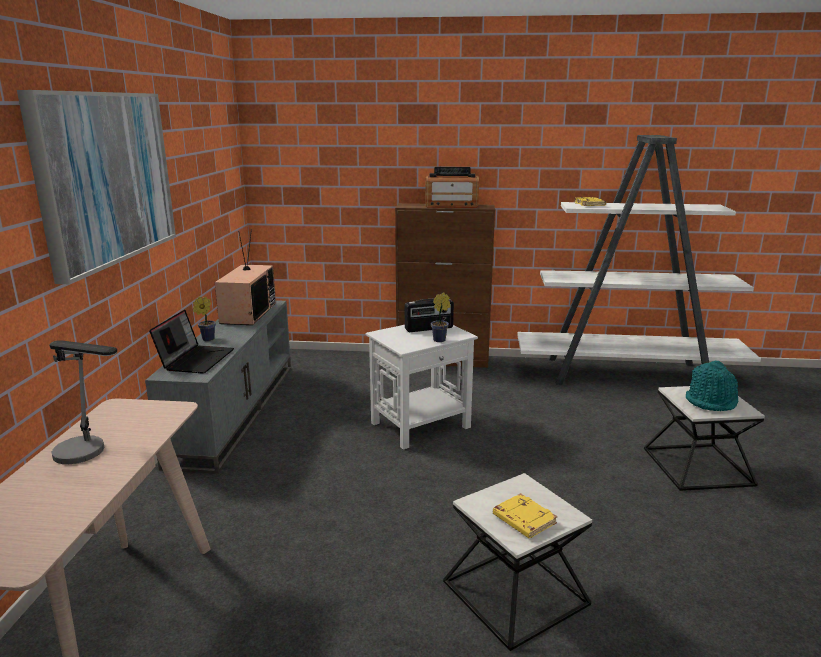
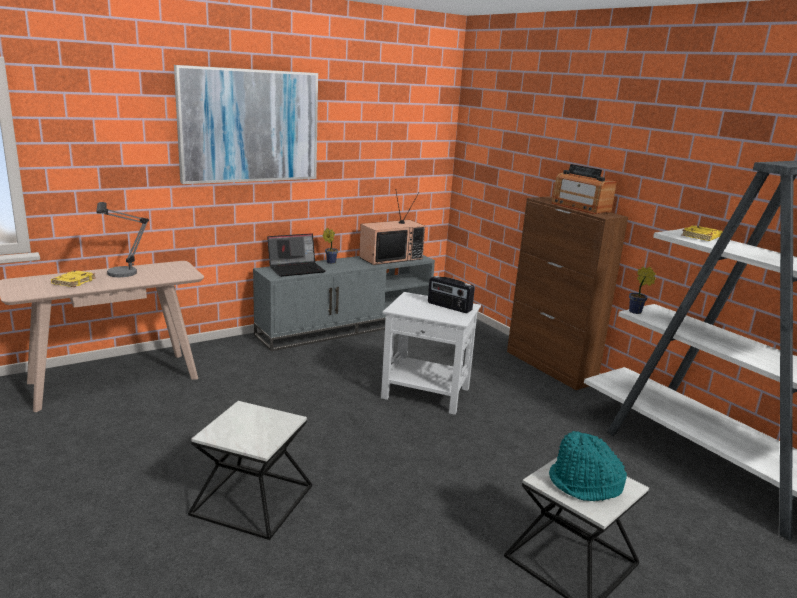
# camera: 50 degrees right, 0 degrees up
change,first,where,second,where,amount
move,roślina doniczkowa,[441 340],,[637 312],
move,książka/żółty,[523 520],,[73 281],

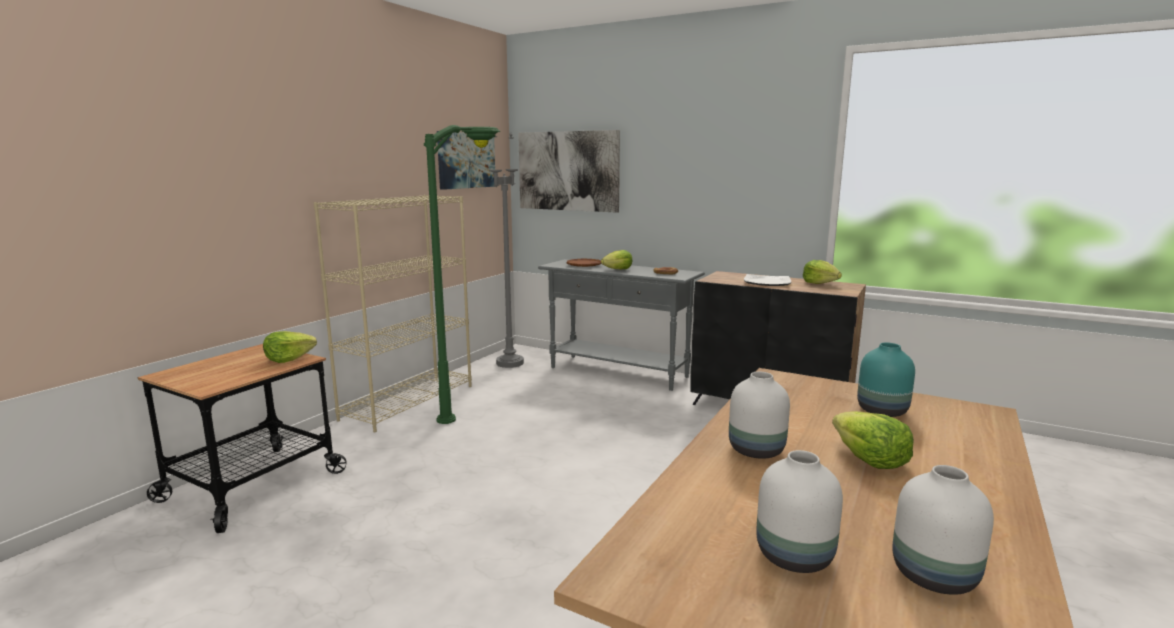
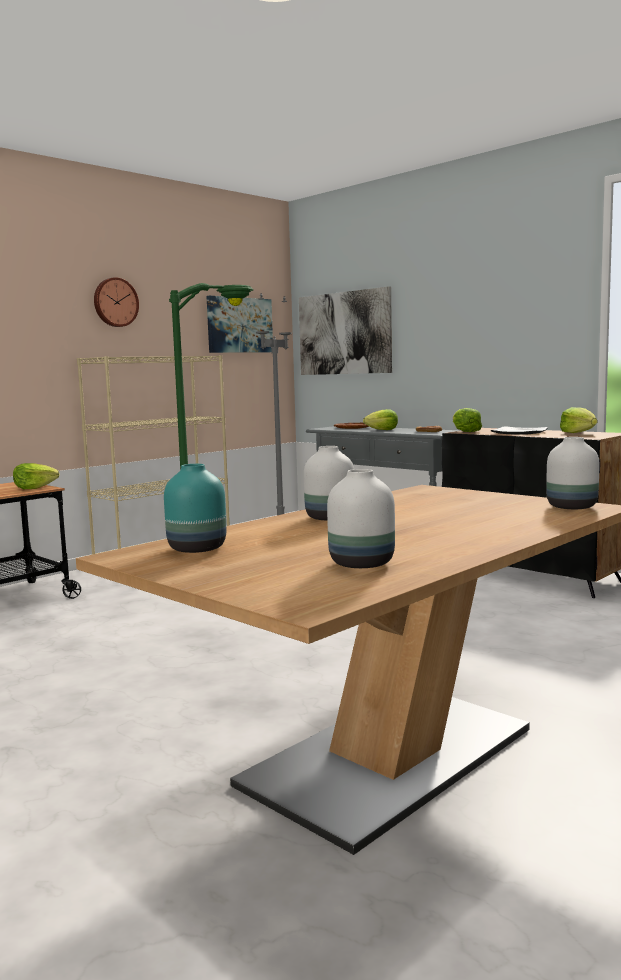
# camera: 15 degrees right, 5 degrees down
change,first,where,second,where,amount
insert,,,zegar ścienny,[115 302],
move,wazon/biały,[792 555],,[570 507],
move,sałata,[869 459],,[465 431],
move,wazon/turkusowy,[883 411],,[197 549],

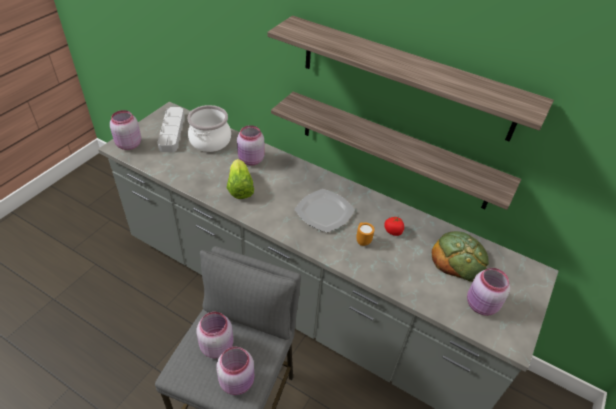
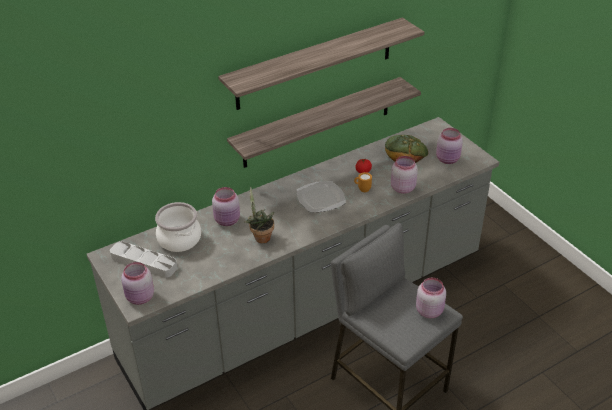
# camera: 60 degrees left, 5 degrees down
change,first,where,second,where,amount
move,słoik/różowy,[217 345],,[402 188],
replace,sałata,[240 188],roślina doniczkowa,[260 237],

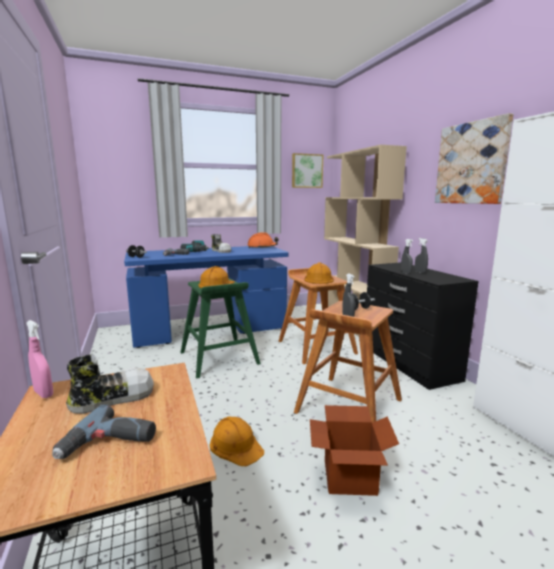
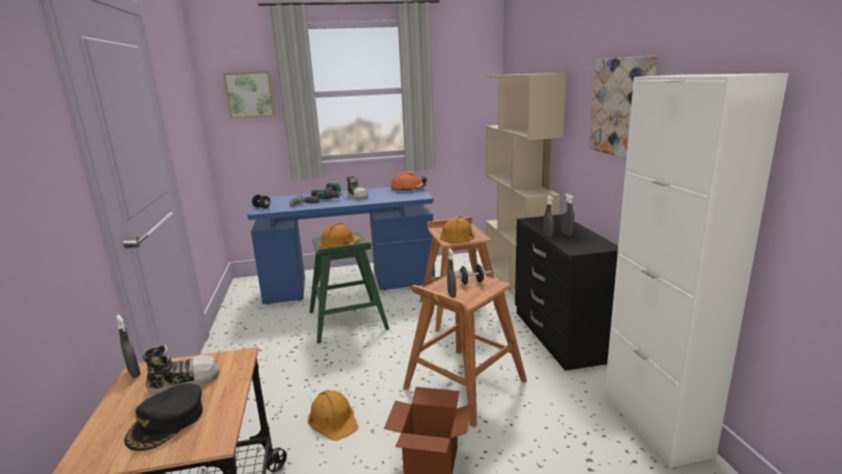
# camera: 10 degrees right, 5 degrees up
change,first,where,second,where,amount
move,obraz,[306 171],,[250 94],
replace,wiertarka,[108 444],czapka z daszkiem/czarny,[167 422],
recolor,spryskiwacz/różowy,[43 394],spryskiwacz/szary,[134 373],

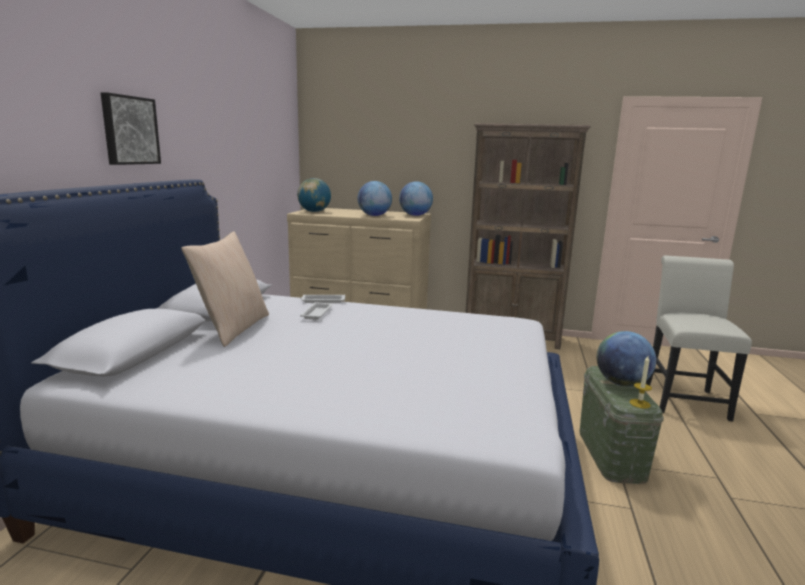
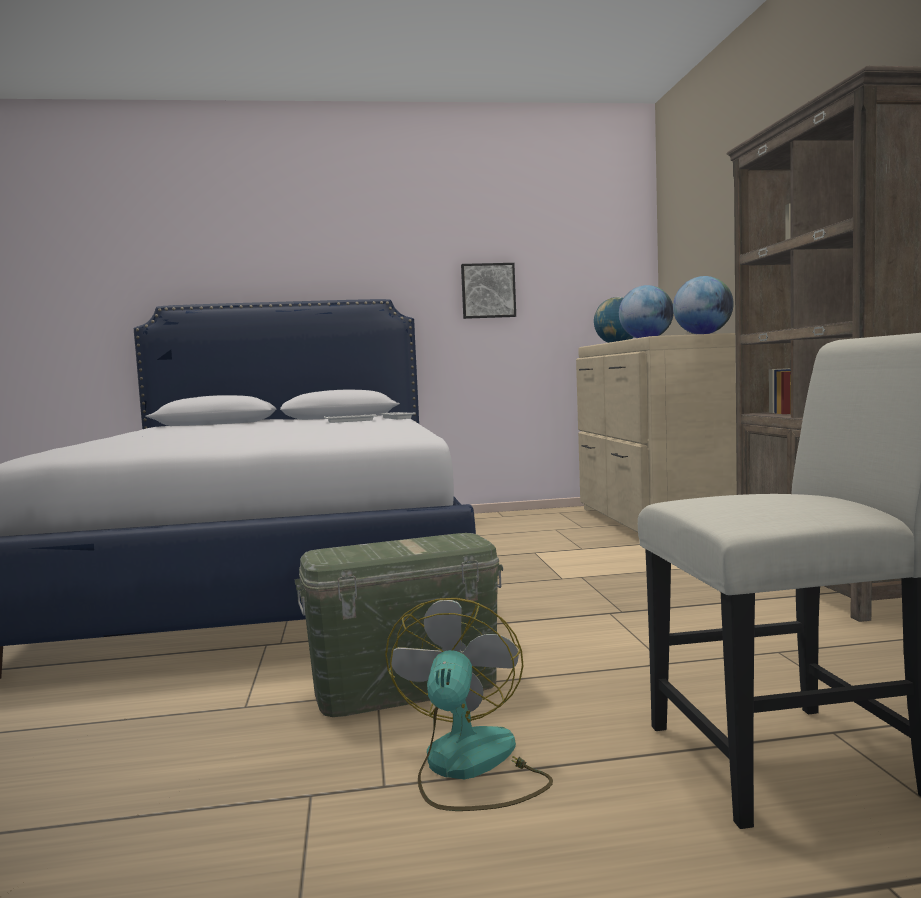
# camera: 70 degrees right, 10 degrees down
change,first,where,second,where,amount
delete,poduszka/beżowy,[233 328],,,
delete,globus,[621 383],,,
delete,świeca,[639 403],,,
insert,,,wentylator,[469 768],
move,obraz,[129 130],,[488 291],

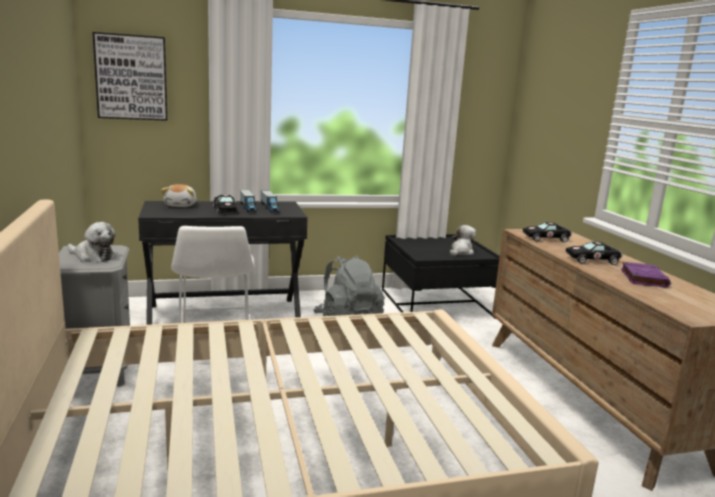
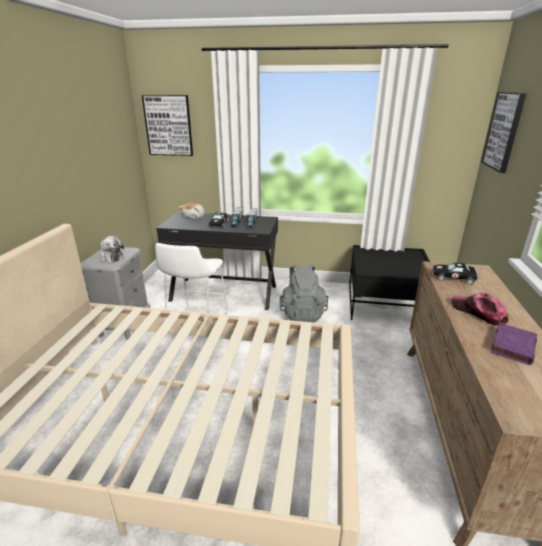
# camera: 25 degrees right, 10 degrees up
change,first,where,second,where,amount
delete,pluszak,[460 252],,,
insert,,,obraz,[503 131],
replace,samochodzik/czarny,[593 260],czapka z daszkiem,[478 313],

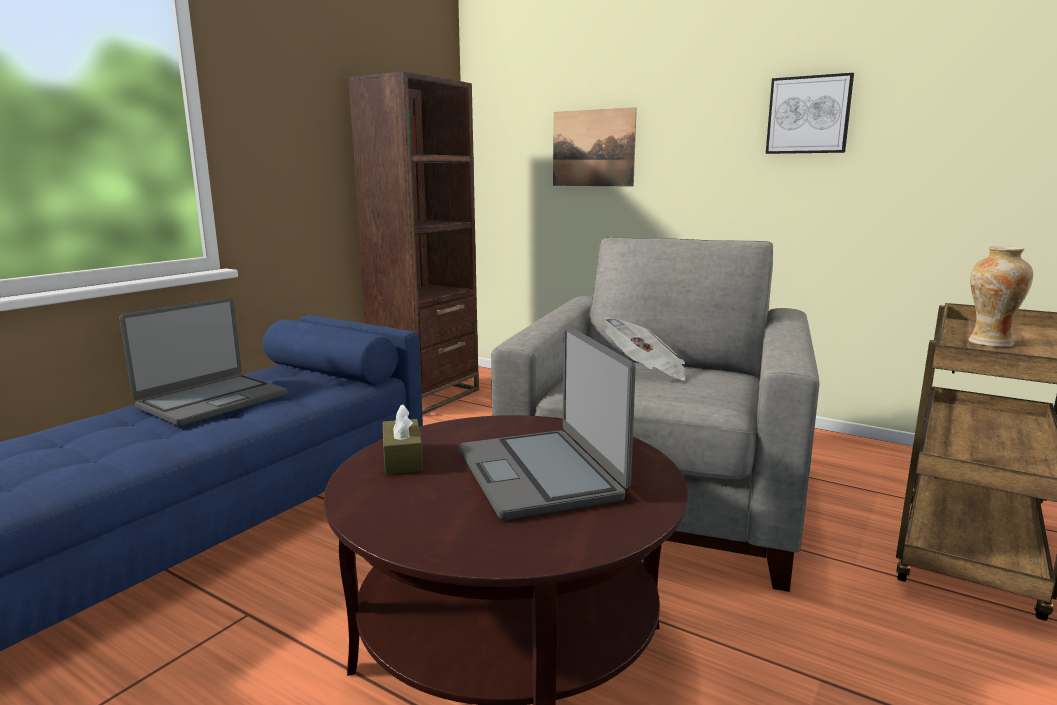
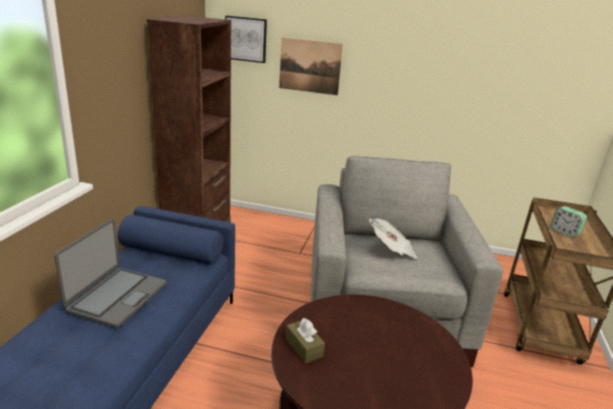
# camera: 20 degrees left, 10 degrees up
change,first,where,second,where,amount
delete,laptop,[540 474],,,
move,obraz,[808 115],,[246 39],
replace,wazon,[989 343],budzik,[565 232],

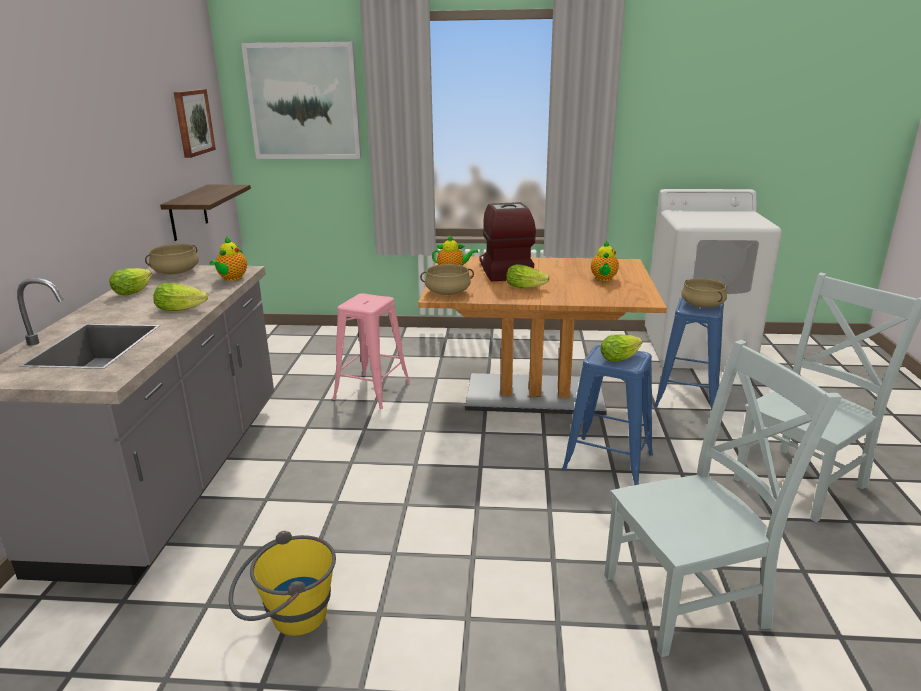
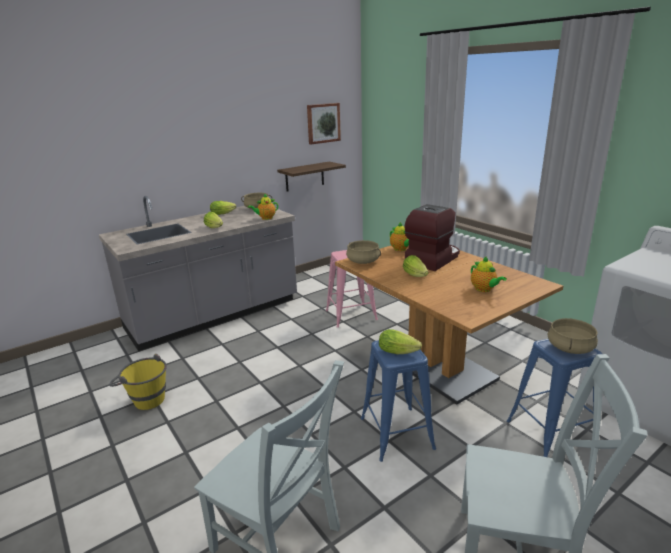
# camera: 50 degrees right, 0 degrees up
change,first,where,second,where,amount
delete,obraz,[303 102],,,
rotate,imbryk,[603 279],,[484 289],90 degrees counterclockwise

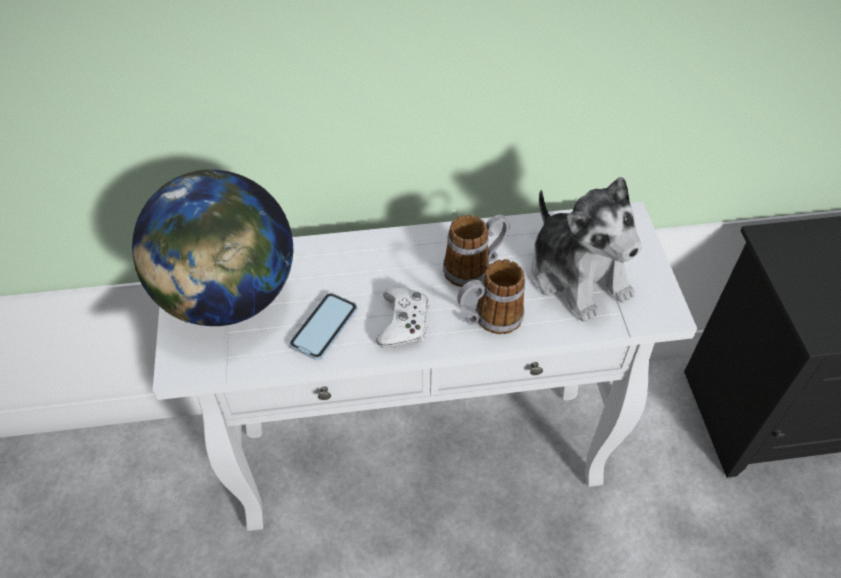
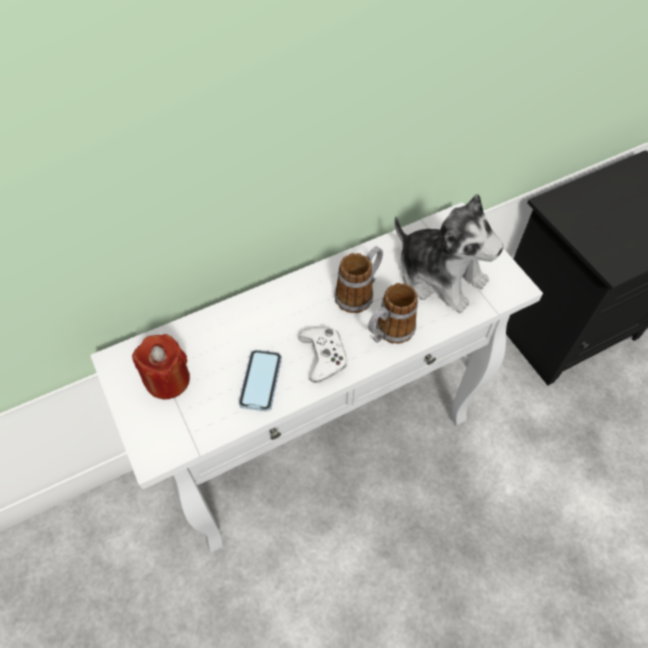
# camera: 20 degrees left, 5 degrees up
change,first,where,second,where,amount
replace,globus,[229 297],świeca/czerwony,[168 380],

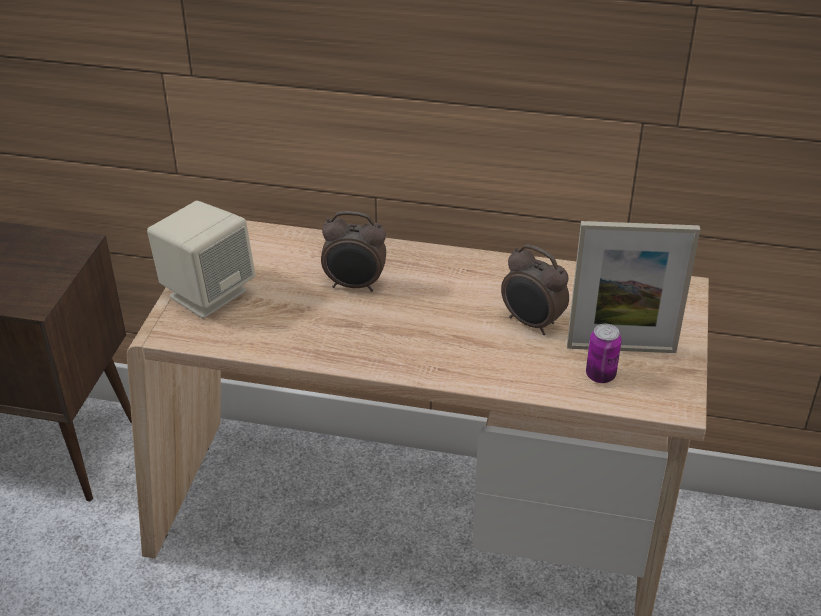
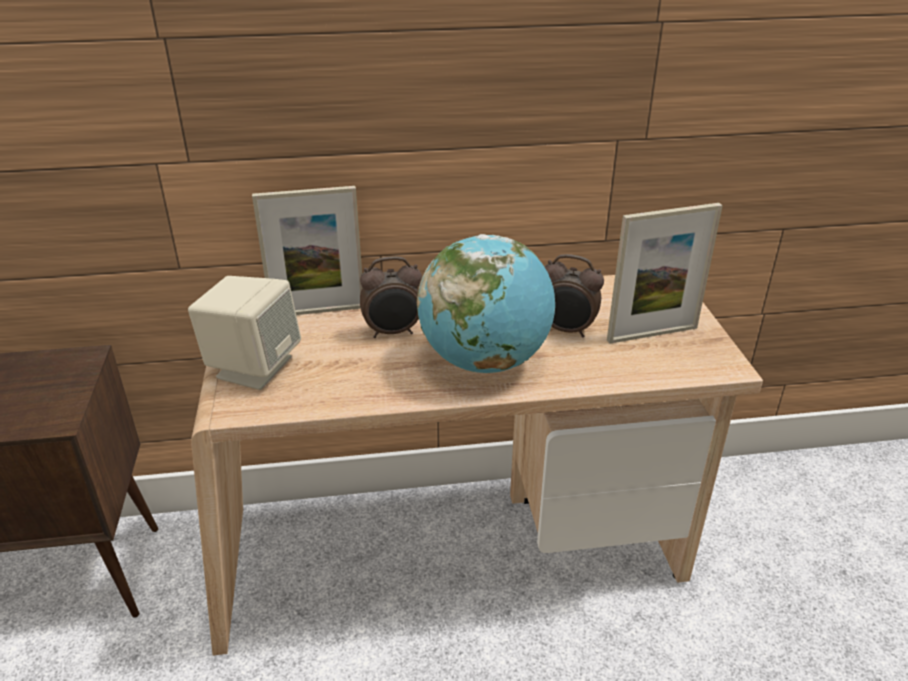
# camera: 20 degrees left, 5 degrees down
change,first,where,second,where,amount
delete,puszka,[600 375],,,
insert,,,ramka na zdjęcie,[318 311],
insert,,,globus,[485 361],

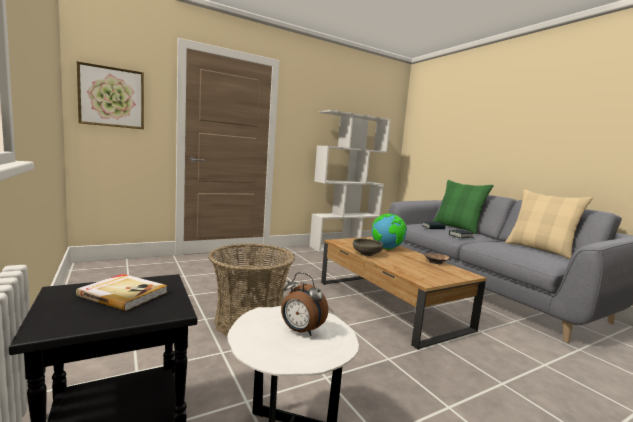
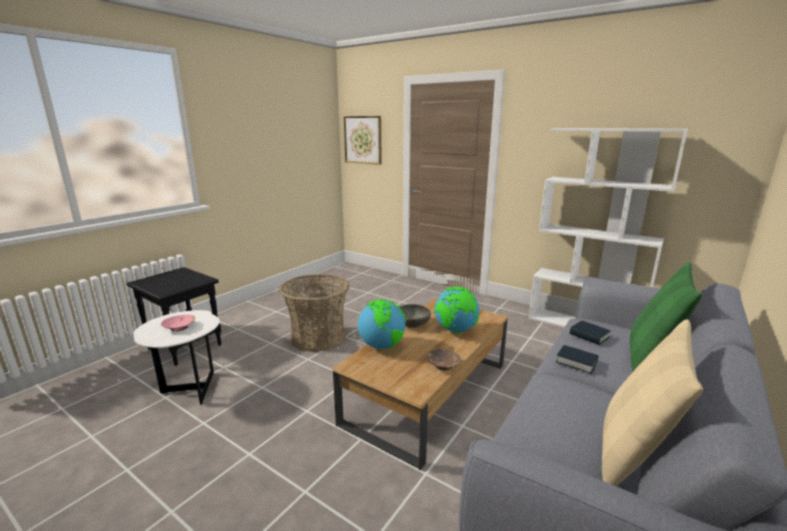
# camera: 65 degrees right, 10 degrees up
change,first,where,second,where,amount
delete,książka,[124 294],,,
insert,,,globus,[382 346],
replace,budzik,[300 331],miska/różowy,[179 327],

